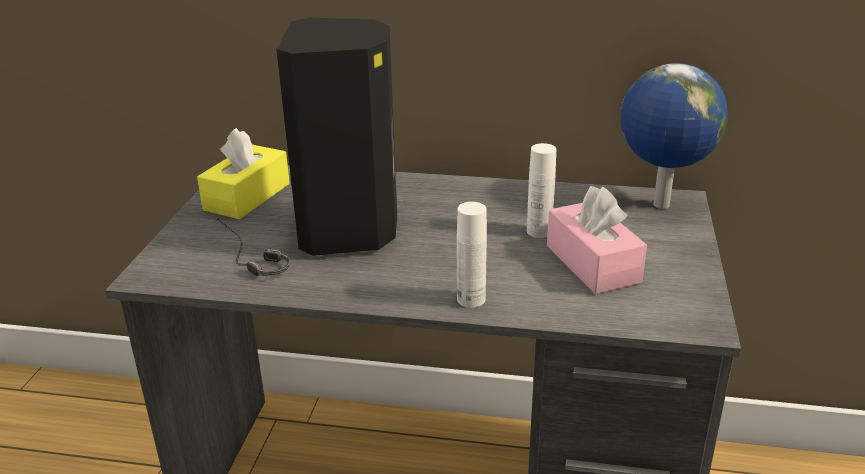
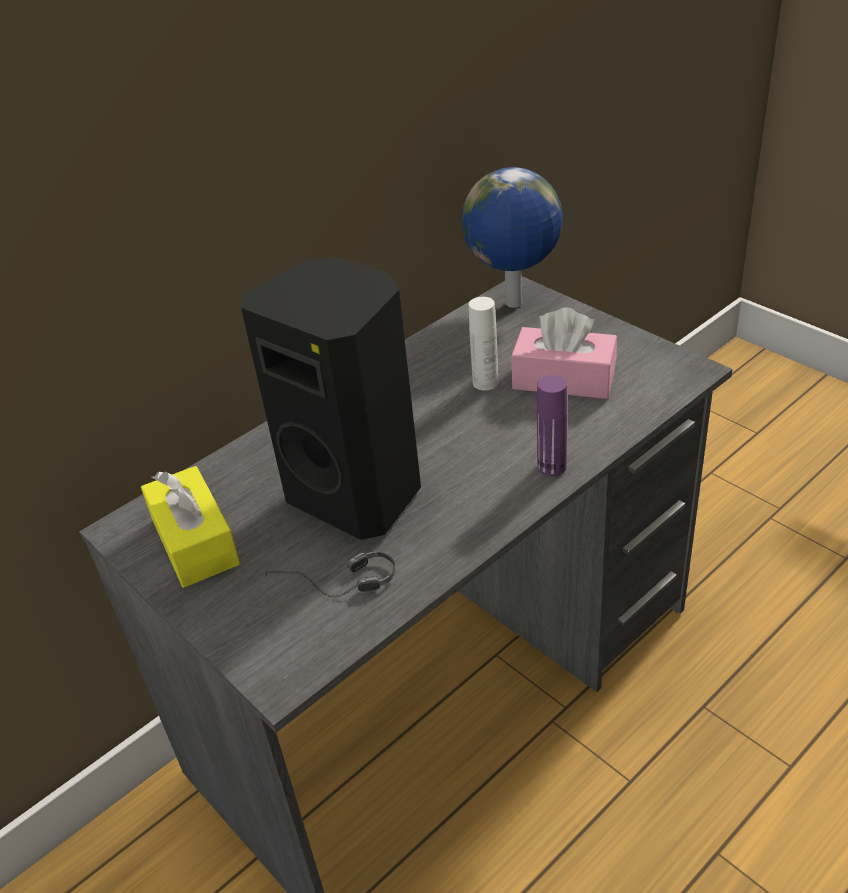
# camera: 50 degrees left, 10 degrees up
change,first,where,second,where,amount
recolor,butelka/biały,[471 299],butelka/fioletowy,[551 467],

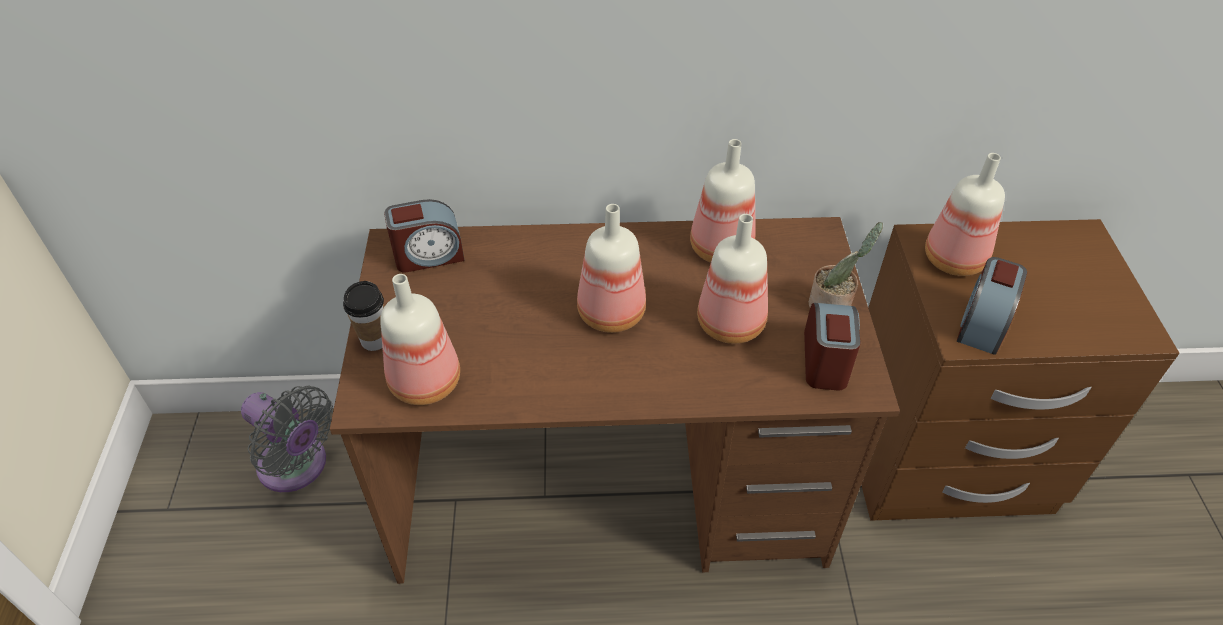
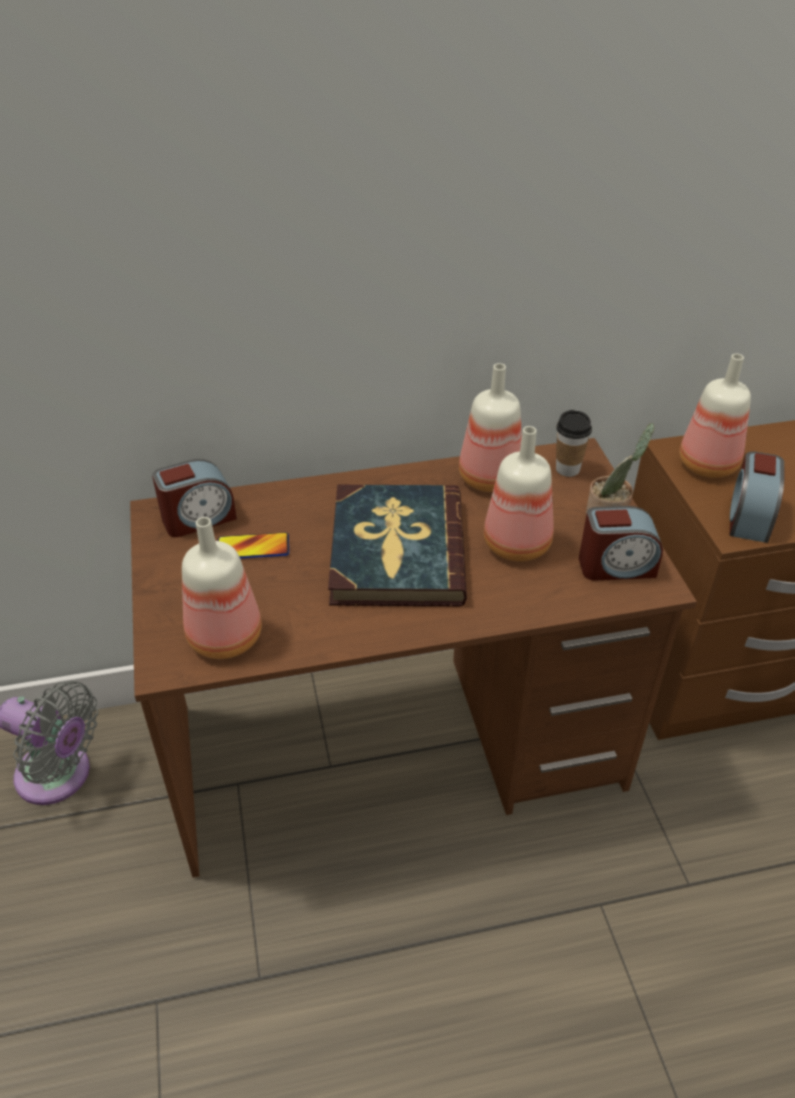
# camera: 10 degrees left, 5 degrees down
change,first,where,second,where,amount
insert,,,telefon,[253 547],
move,filiżanka,[374 340],,[567 469],
replace,butelka,[609 314],książka,[396 550],
rotate,budzik,[826 361],,[616 566],90 degrees clockwise

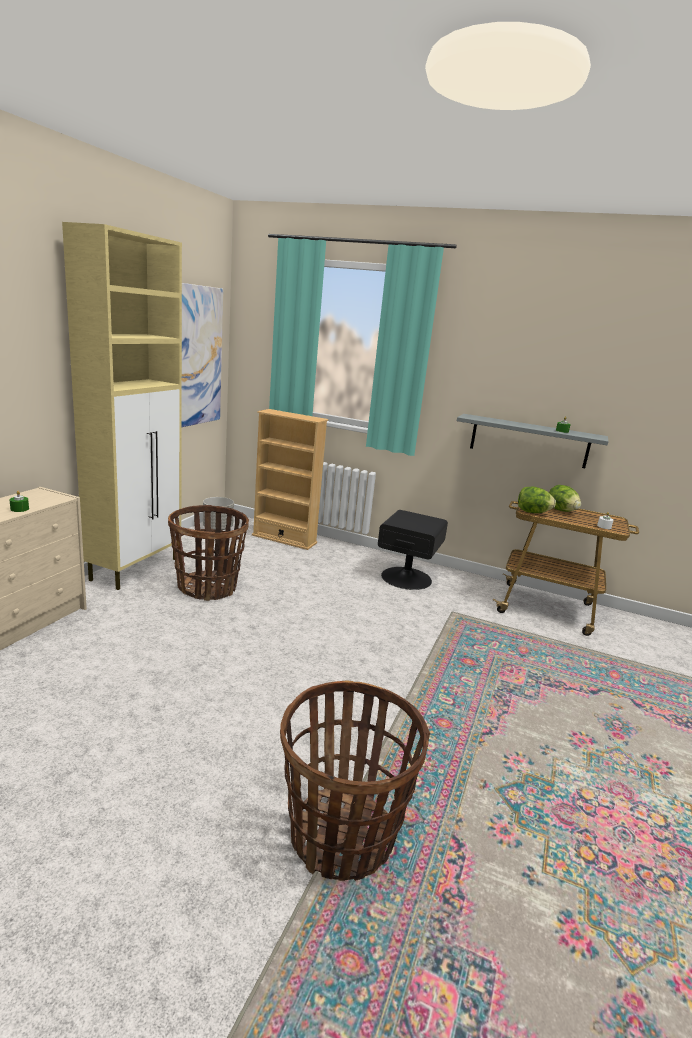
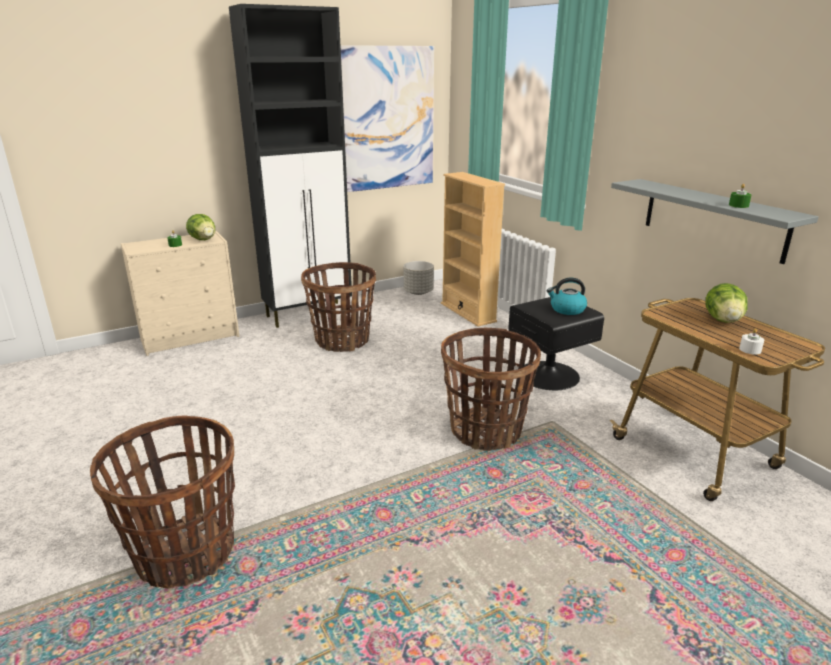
# camera: 40 degrees right, 5 degrees up
change,first,where,second,where,amount
insert,,,koszyk,[486 431],
insert,,,czajnik,[567 309],
move,sałata,[532 512],,[203 240],
recolor,szafka/beżowy,[136 569],szafka/czarny,[309 314],

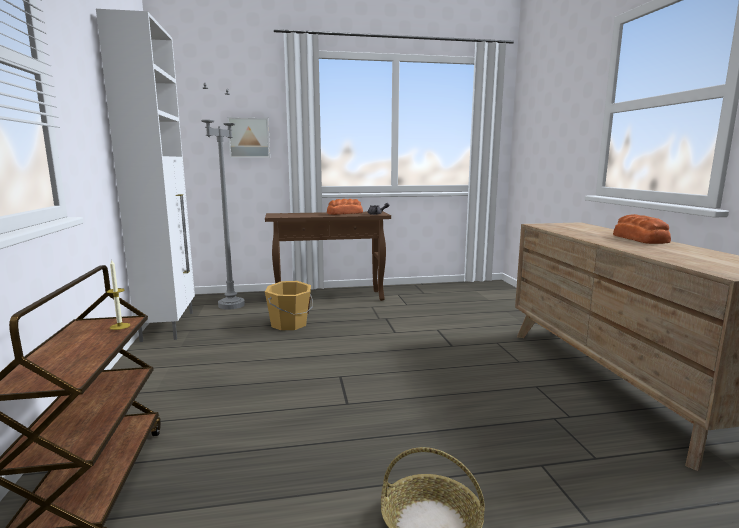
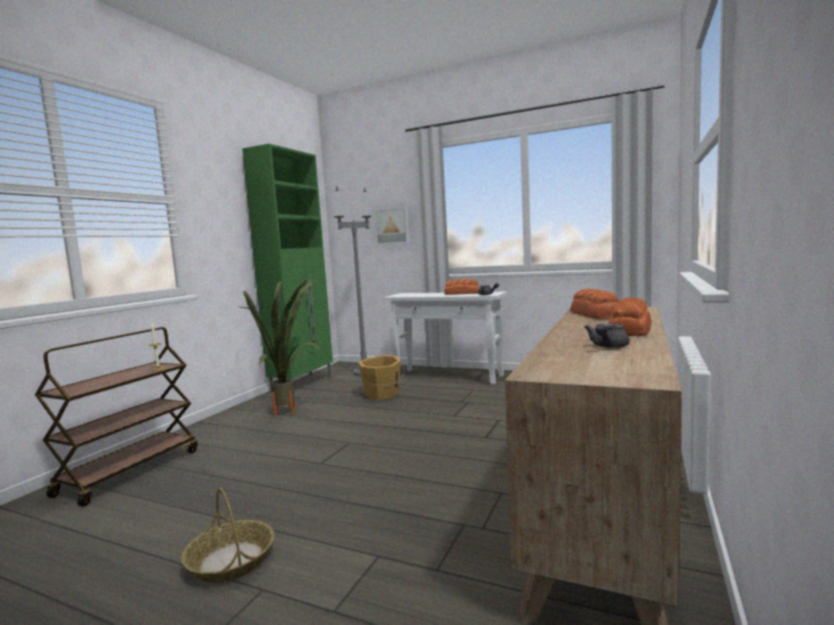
# camera: 35 degrees right, 5 degrees down
change,first,where,second,where,amount
insert,,,roślina doniczkowa,[292 412],
insert,,,chleb,[595 314],
insert,,,imbryk/szary,[607 347],
recolor,szafka/biały,[169 325],szafka/zielony,[303 383],
recolor,stolik konsolowy/brązowy,[330 298],stolik konsolowy/biały,[449 377],

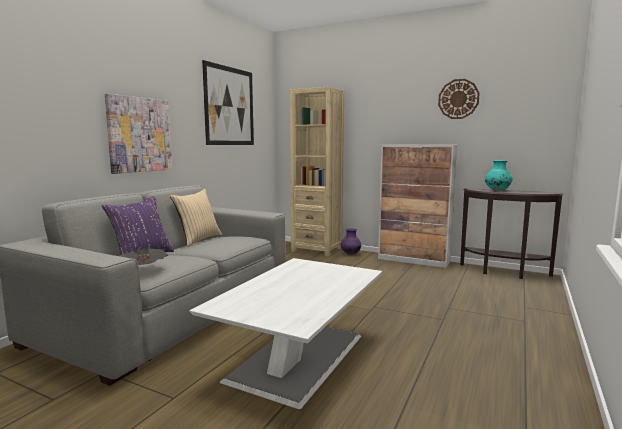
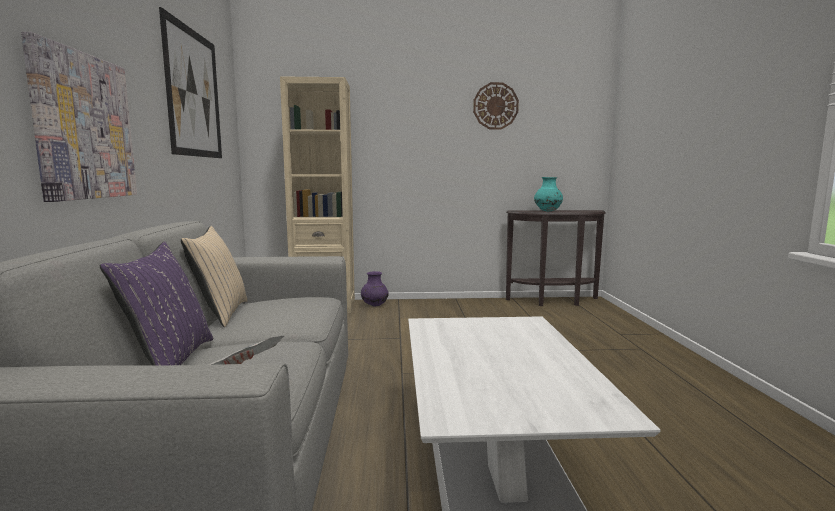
# camera: 30 degrees left, 0 degrees up
change,first,where,second,where,amount
delete,szafka,[413 260],,,

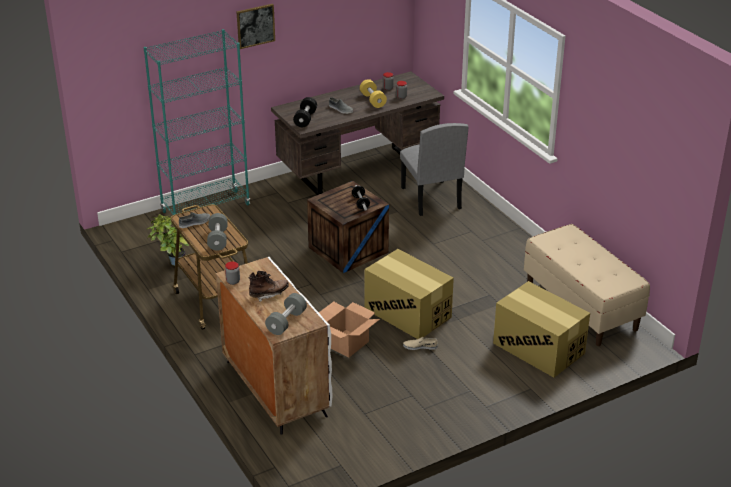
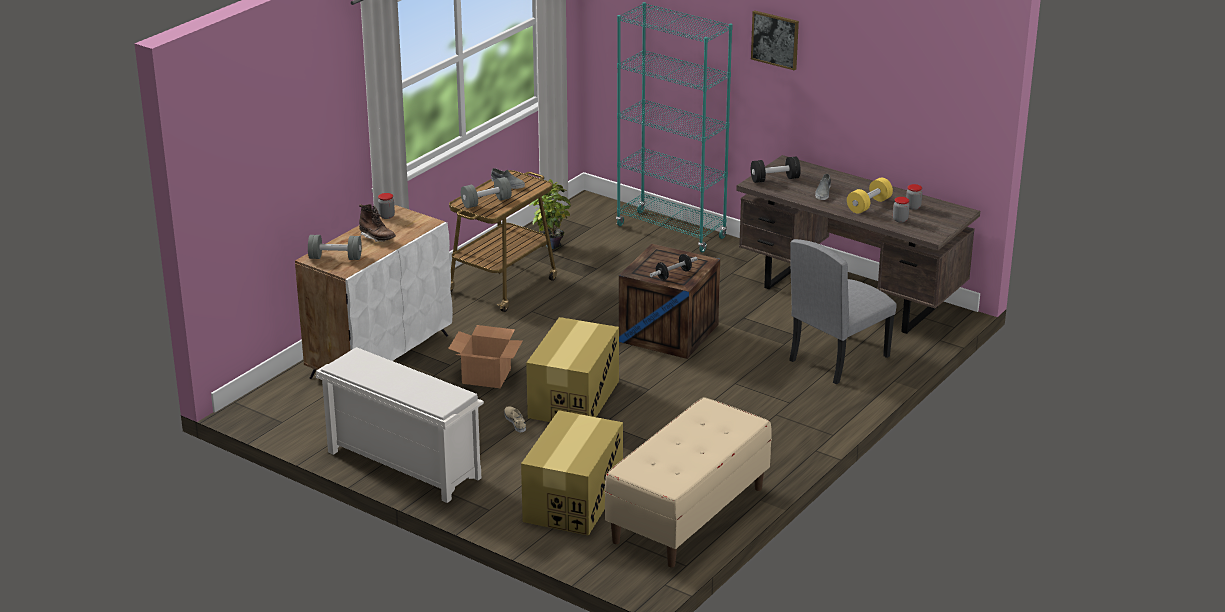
# camera: 65 degrees right, 5 degrees down
change,first,where,second,where,amount
insert,,,regał na buty/biały,[401 465],

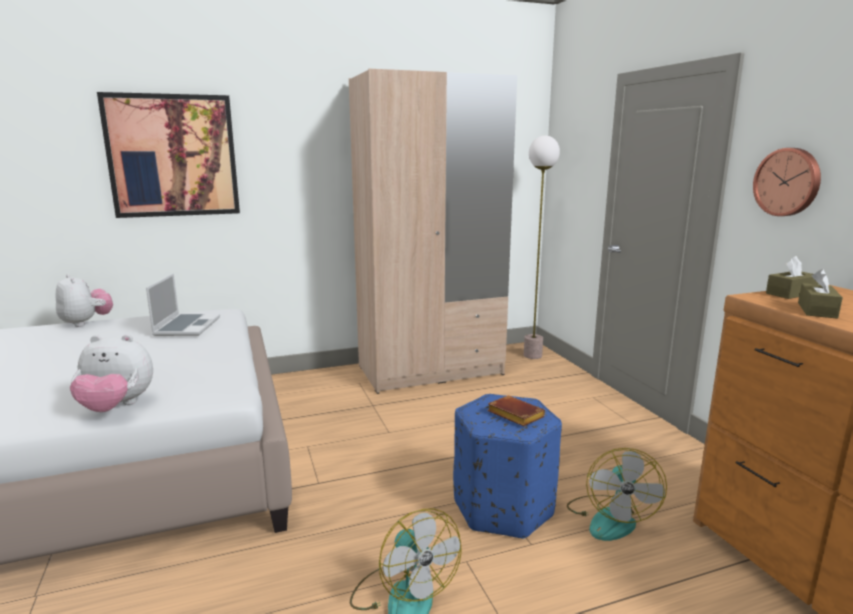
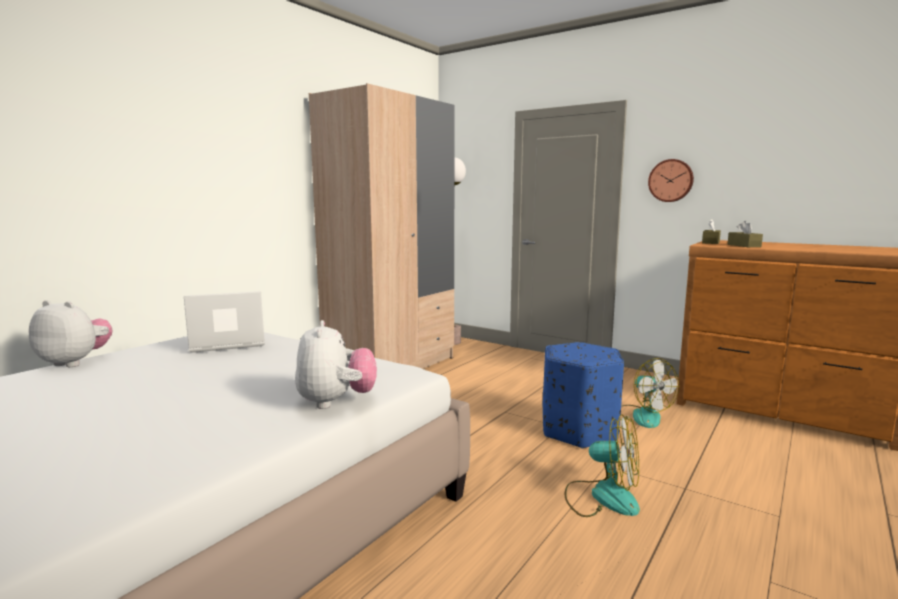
# camera: 35 degrees left, 5 degrees down
change,first,where,second,where,amount
delete,obraz,[173 156],,,
delete,książka/brązowy,[513 415],,,
rotate,pluszak,[116 407],,[336 402],60 degrees counterclockwise
rotate,laptop,[187 326],,[227 343],75 degrees counterclockwise

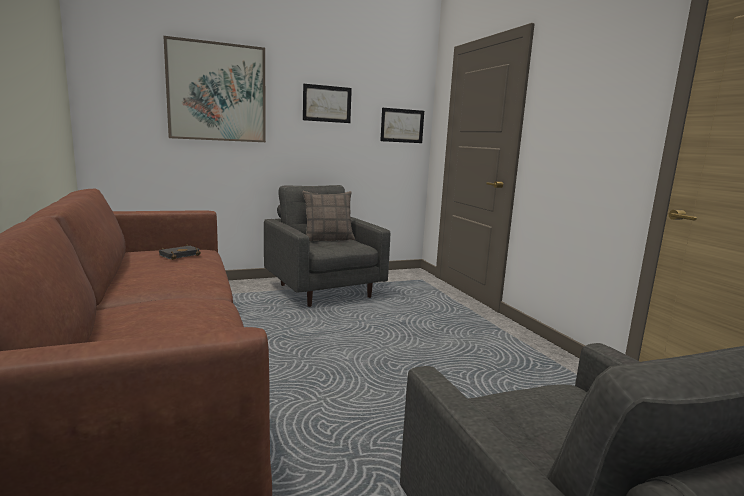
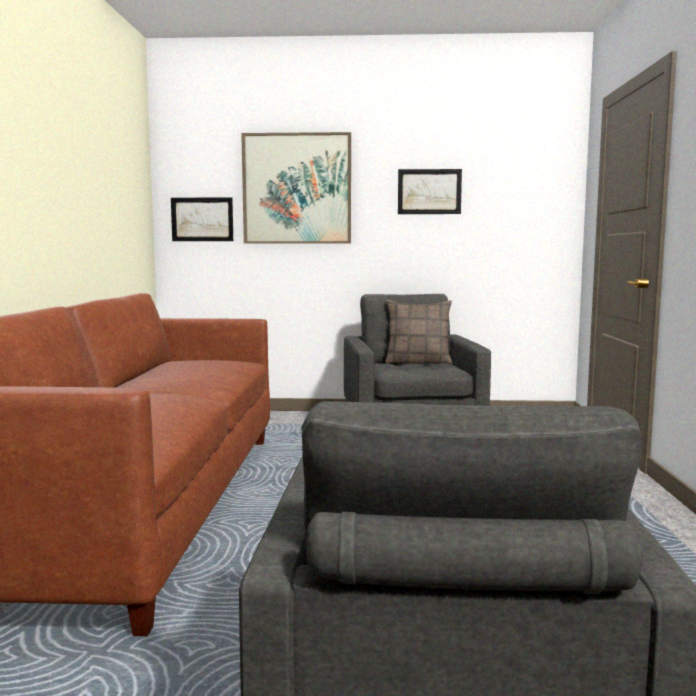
# camera: 25 degrees right, 5 degrees down
change,first,where,second,where,amount
delete,książka/czarny,[180 255],,,
move,obraz,[402 125],,[202 219],

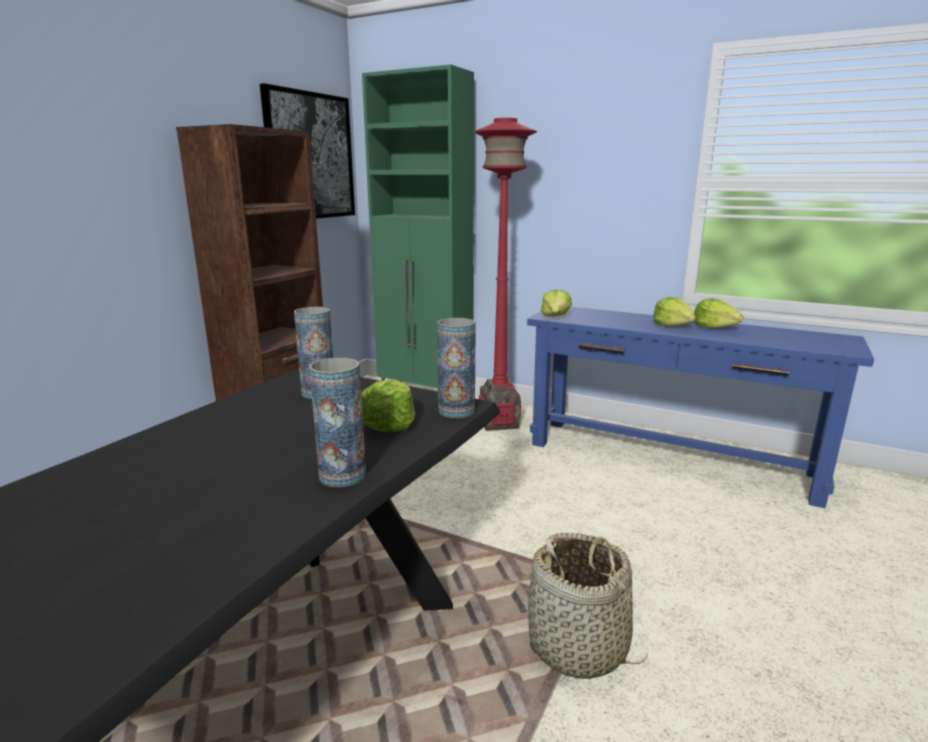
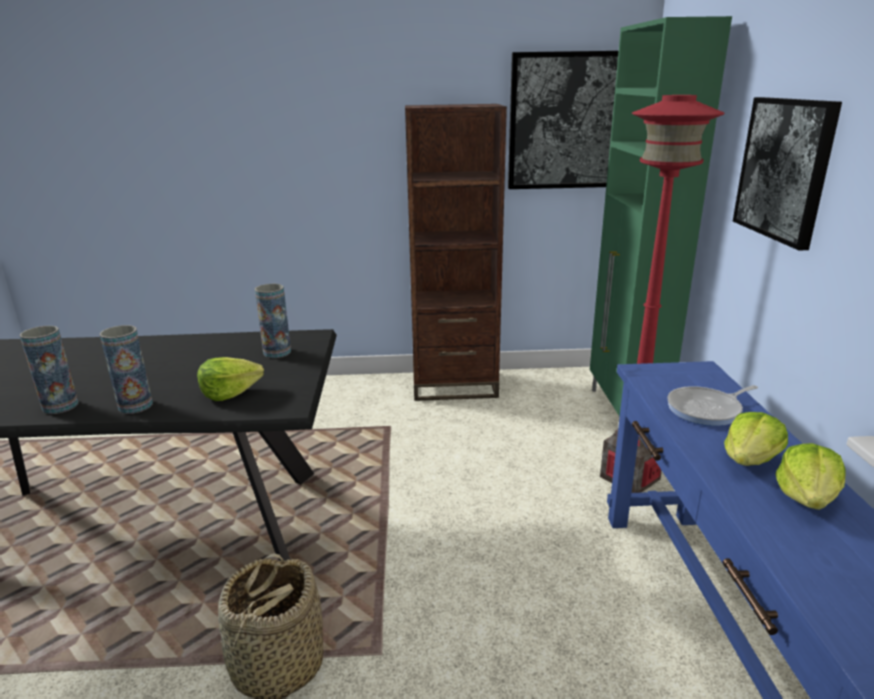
# camera: 60 degrees right, 5 degrees up
change,first,where,second,where,amount
delete,sałata,[555 316],,,
insert,,,patelnia,[707 410],
insert,,,obraz,[784 169],
move,wazon,[456 411],,[60 406],

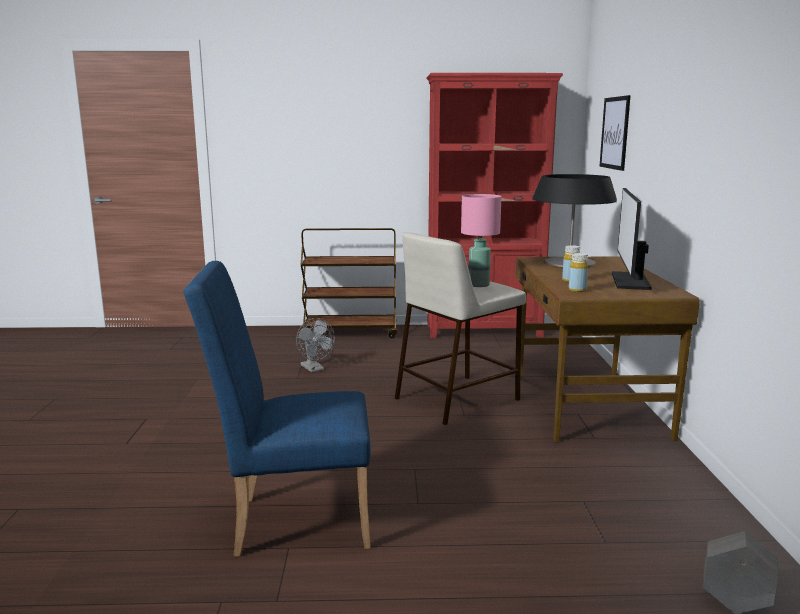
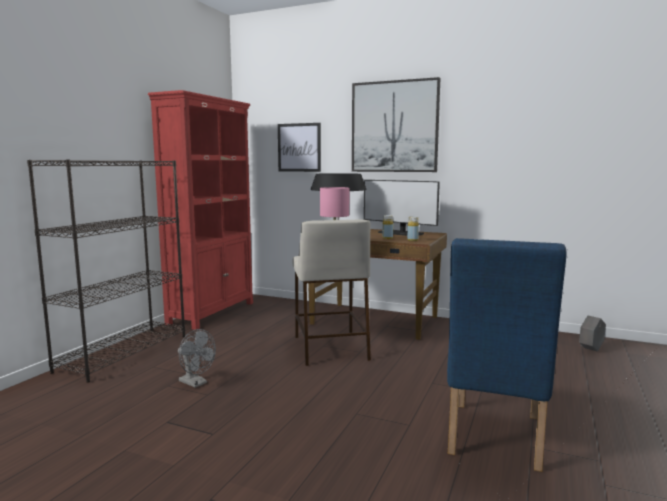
# camera: 65 degrees left, 5 degrees down
change,first,where,second,where,amount
insert,,,obraz,[394 127],
replace,wózek/brązowy,[350 332],regał/czarny,[124 352],
rotate,wentylator/szary,[314 369],,[196 383],45 degrees clockwise

